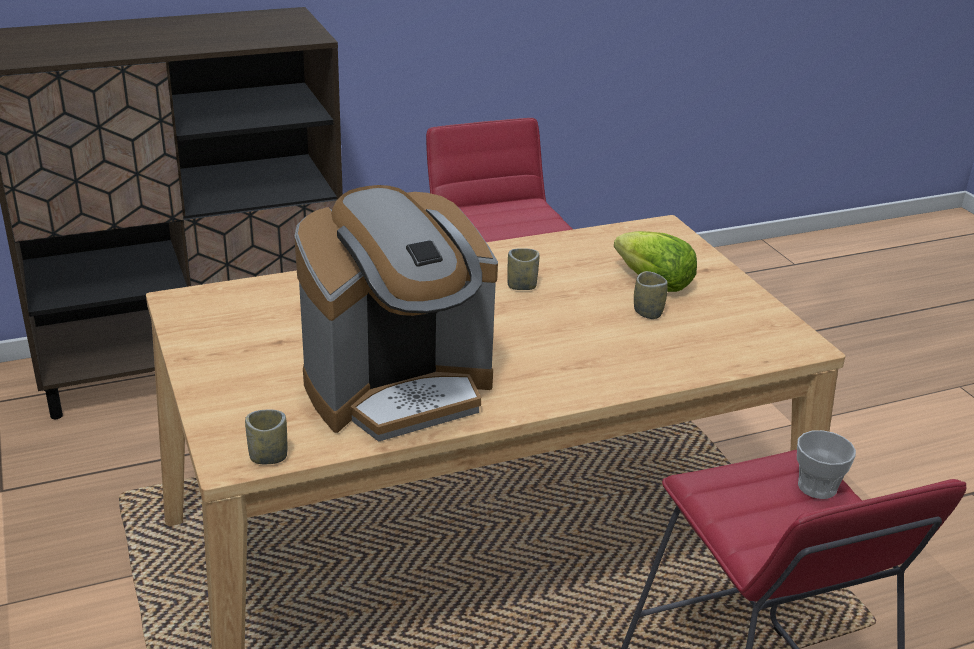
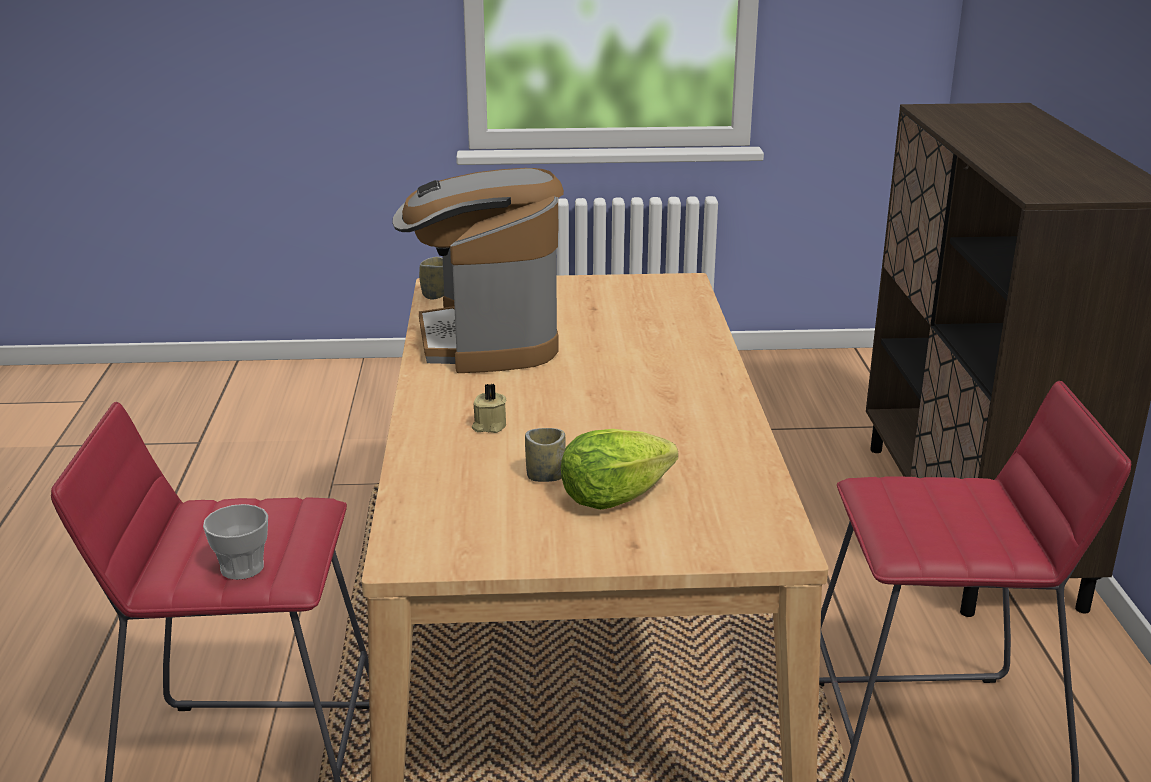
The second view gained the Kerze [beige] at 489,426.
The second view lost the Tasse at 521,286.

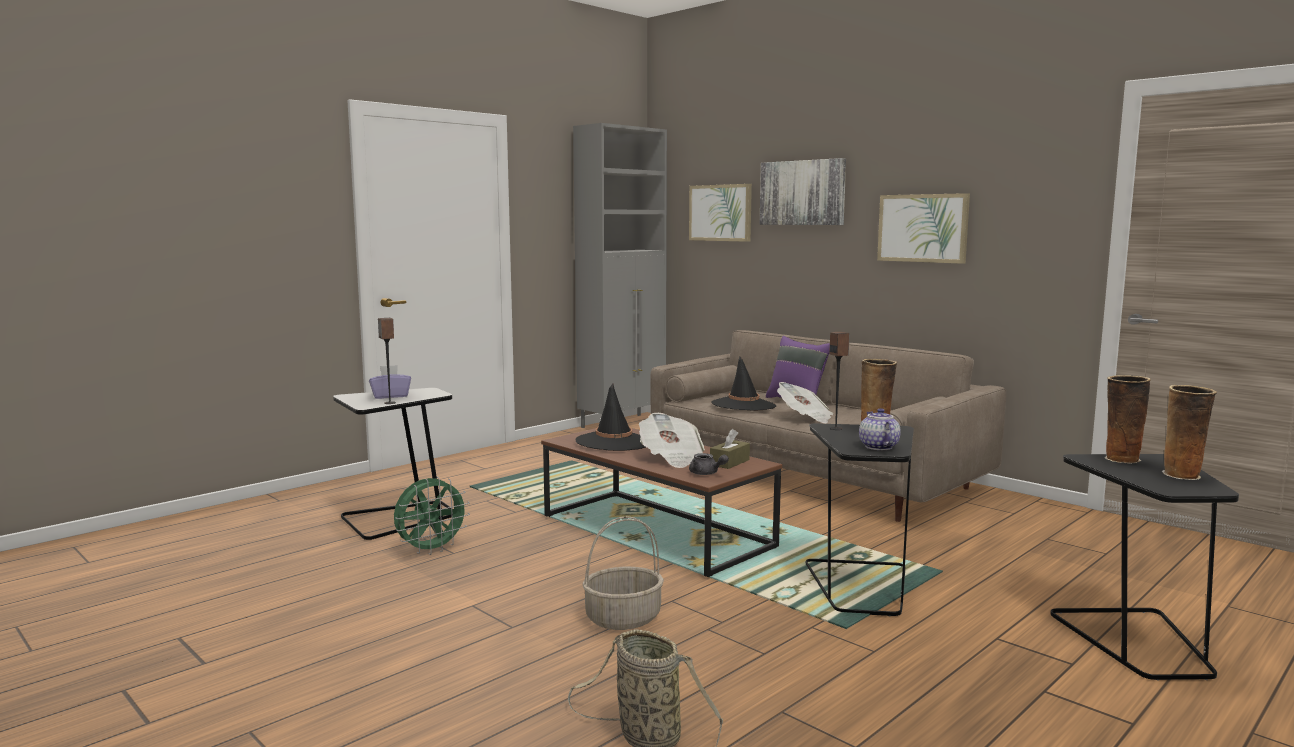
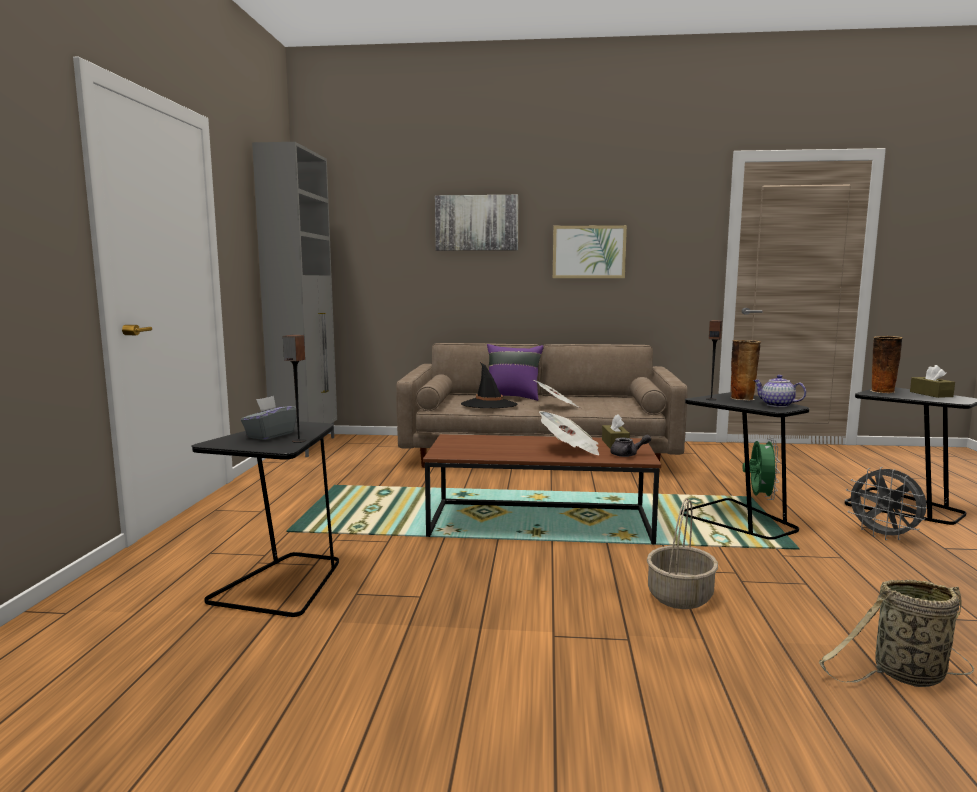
What was the Taschentuchbox [lila] at 390,396 turned into the Taschentuchbox [grau] at 270,435.
The Ventilator [grün] ended up elsewhere, having gone from 431,550 to 759,497.
The second view gained the Ventilator [grau] at 884,536.
Where the Vase stood at 1183,475, the Taschentuchbox [braun] came to stand at 931,394.
The second view lost the Hut [schwarz] at 614,442.
The second view lost the Bild at 720,213.

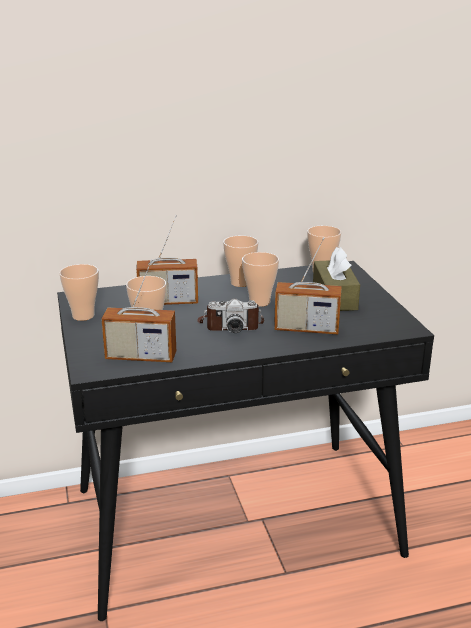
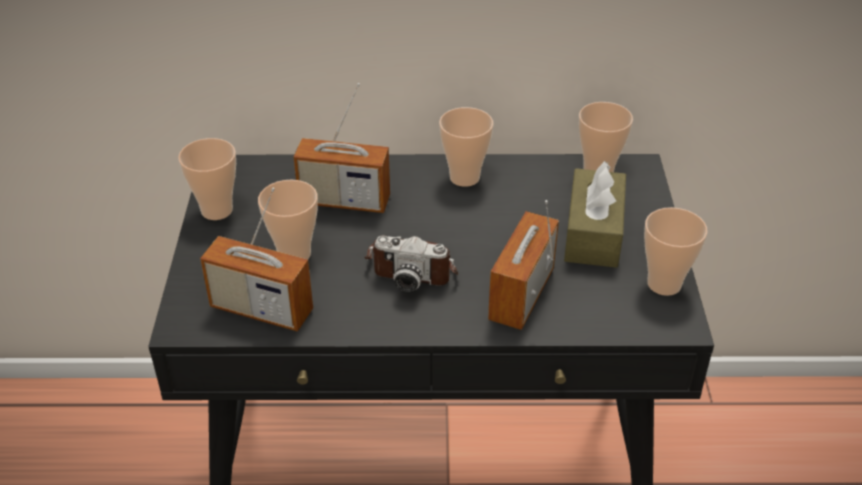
The Radio at 306,329 ended up facing another way, 90 degrees clockwise from before.
The Tasse ended up elsewhere, having gone from 259,302 to 664,284.

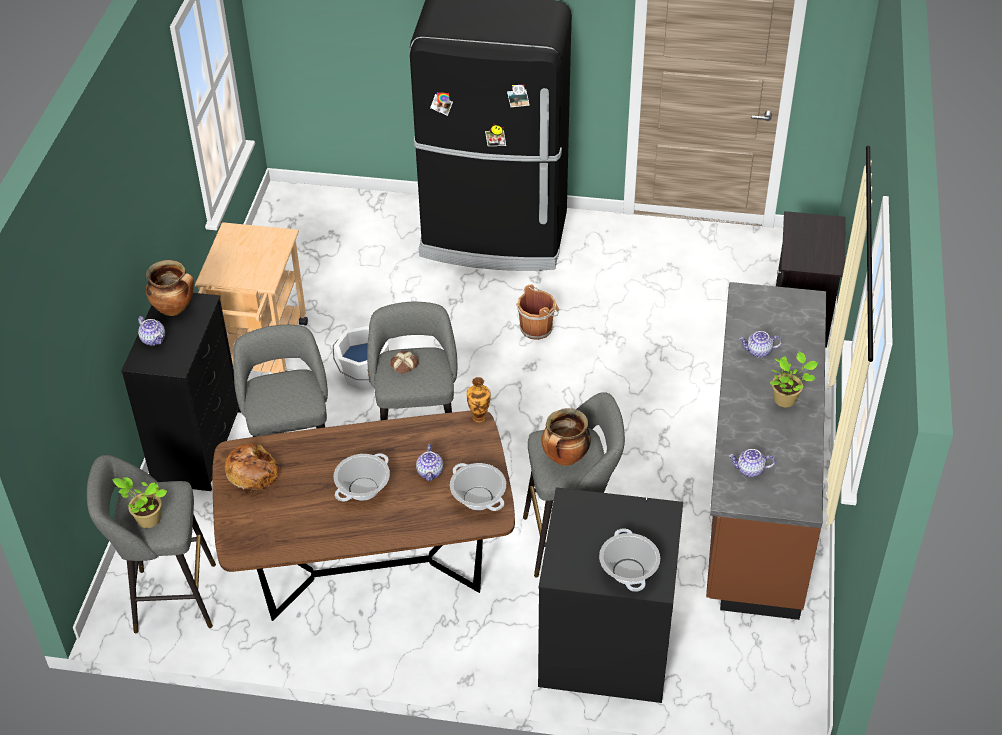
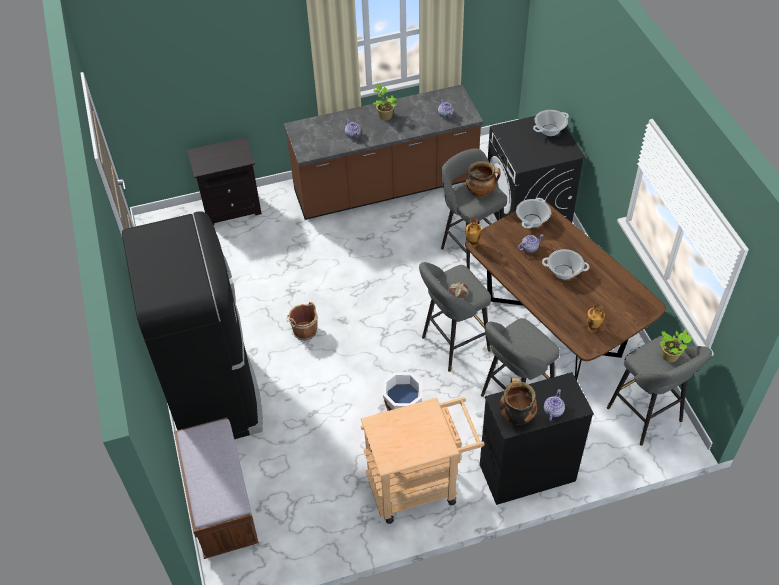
The second view gained the Bank [braun] at 221,504.
Where the Brot stood at 253,472, the Vase came to stand at 592,329.

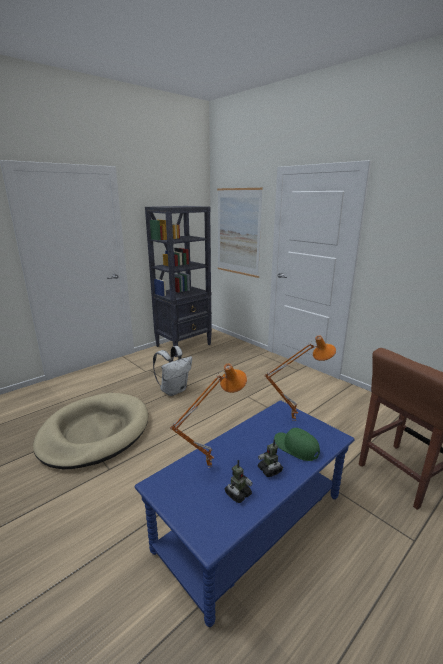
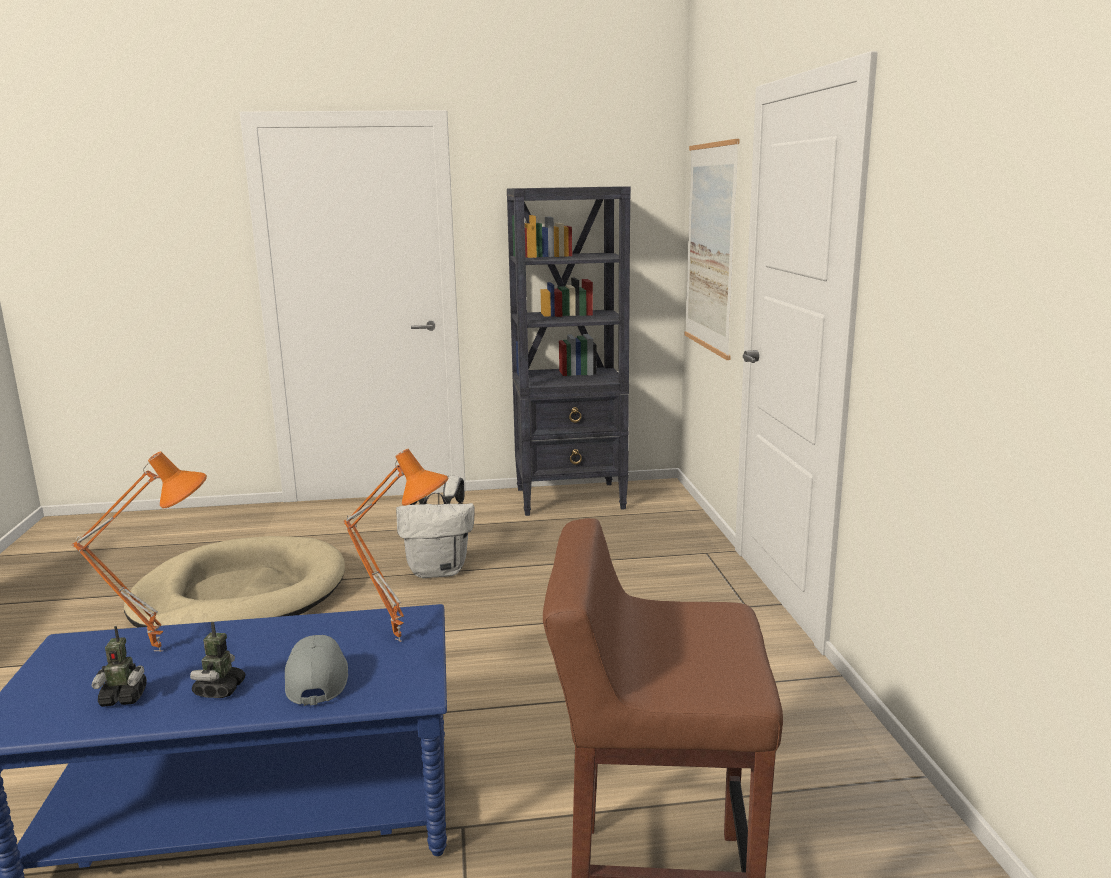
What was the Kappe [grün] at 296,447 turned into the Kappe [grau] at 317,678.

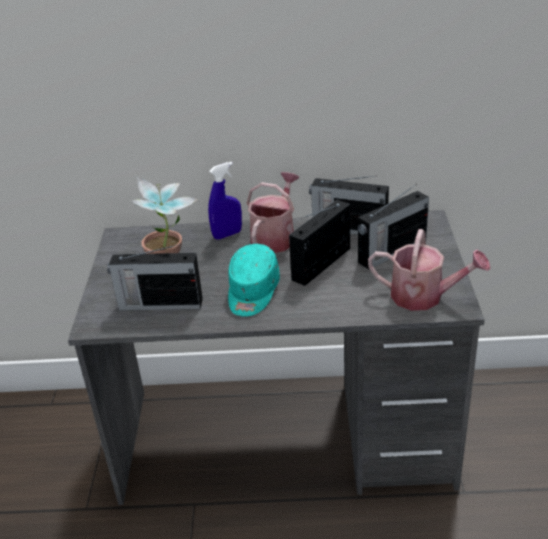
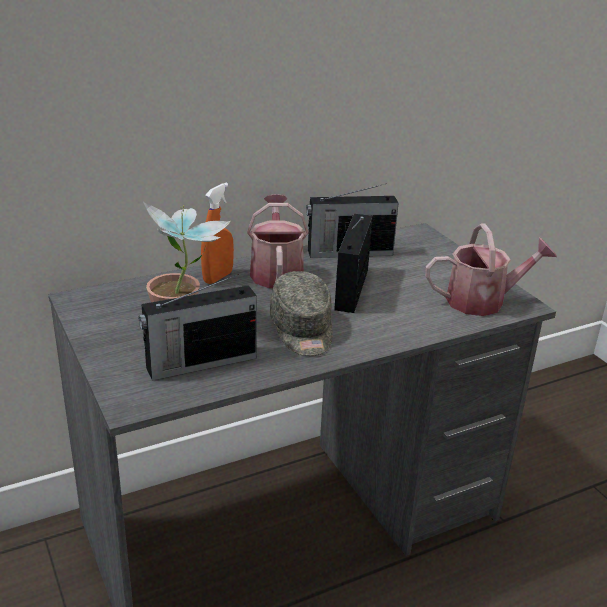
What was the Sprühflasche [blau] at 227,234 turned into the Sprühflasche [orange] at 218,277.
What was the Kappe [türkis] at 252,293 turned into the Kappe [grau] at 302,330.
The second view lost the Radio at 391,252.

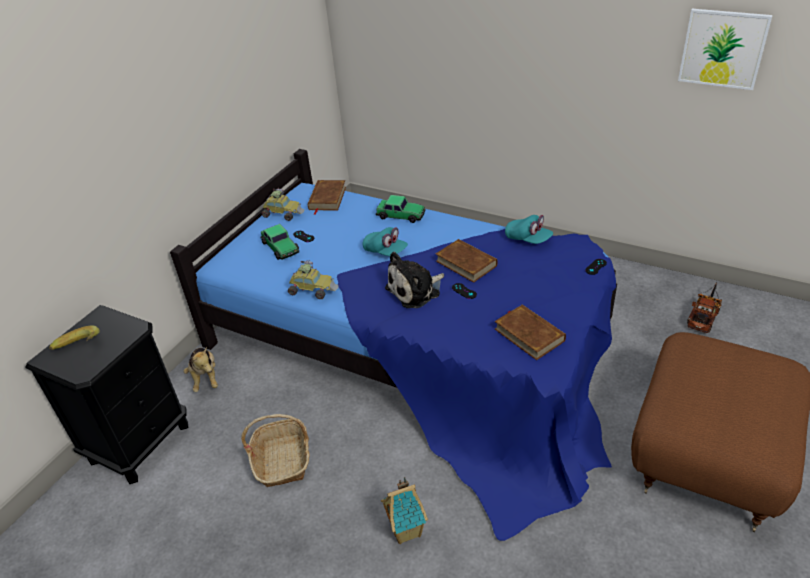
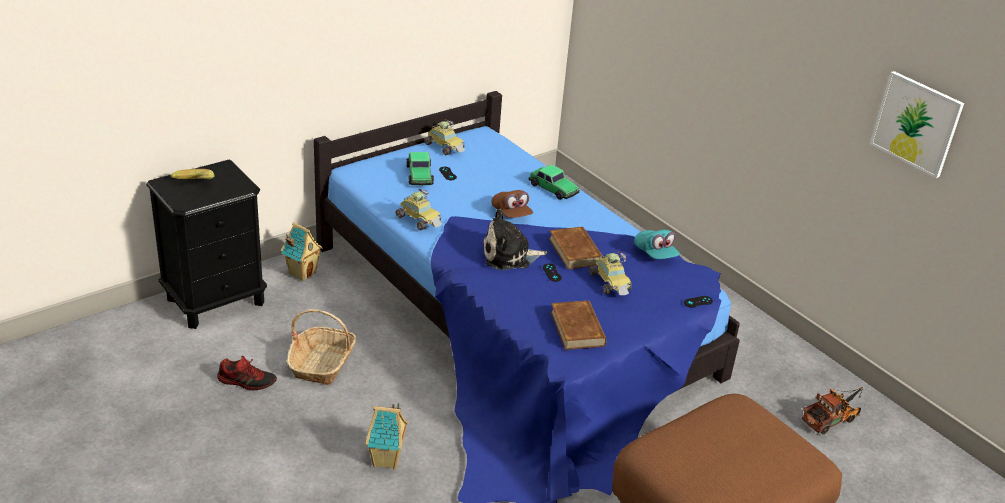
The second view gained the Schuh at 247,381.
Where the Plüschtier stood at 205,378, the Spielzeughaus came to stand at 302,273.
What was the Kappe [türkis] at 385,251 turned into the Kappe [braun] at 511,214.
The second view gained the Spielzeugauto at 611,282.
The second view lost the Buch [braun] at 327,198.

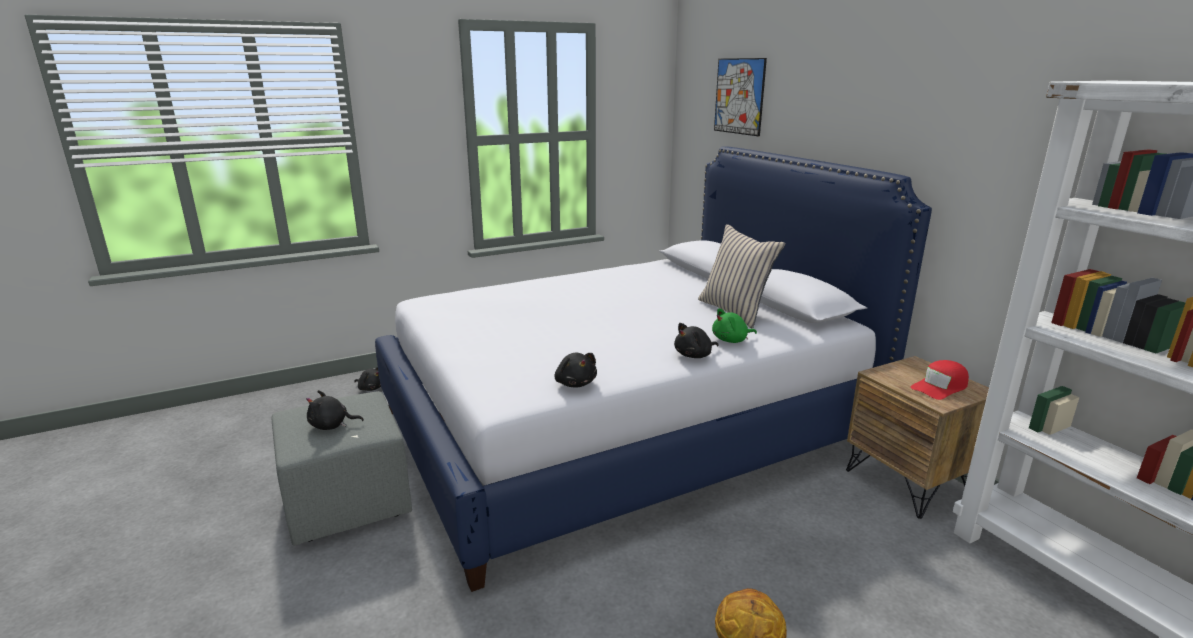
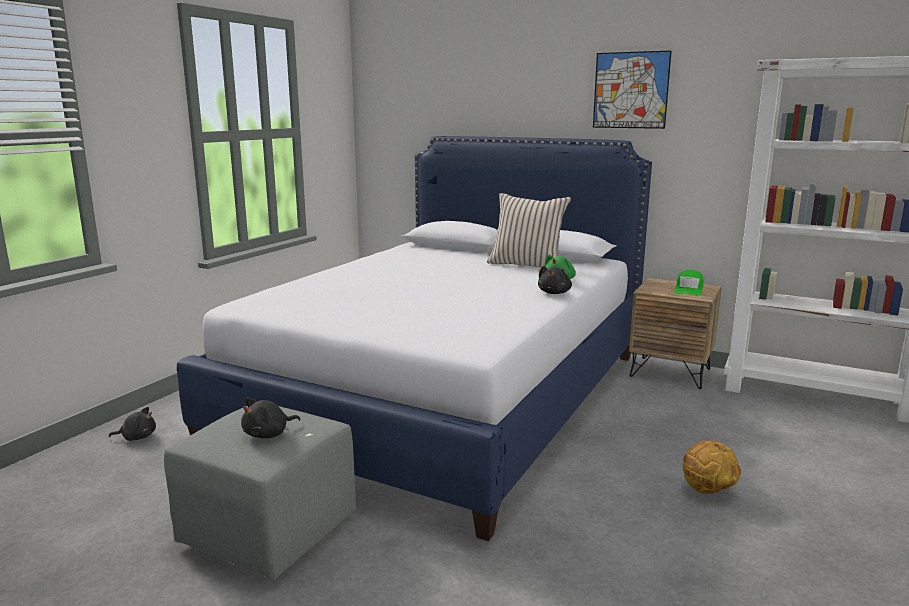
The Bild ended up elsewhere, having gone from 739,96 to 630,90.
What was the Kappe [rot] at 940,387 turned into the Kappe [grün] at 689,289.
The second view lost the Plüschtier [schwarz] at 575,383.

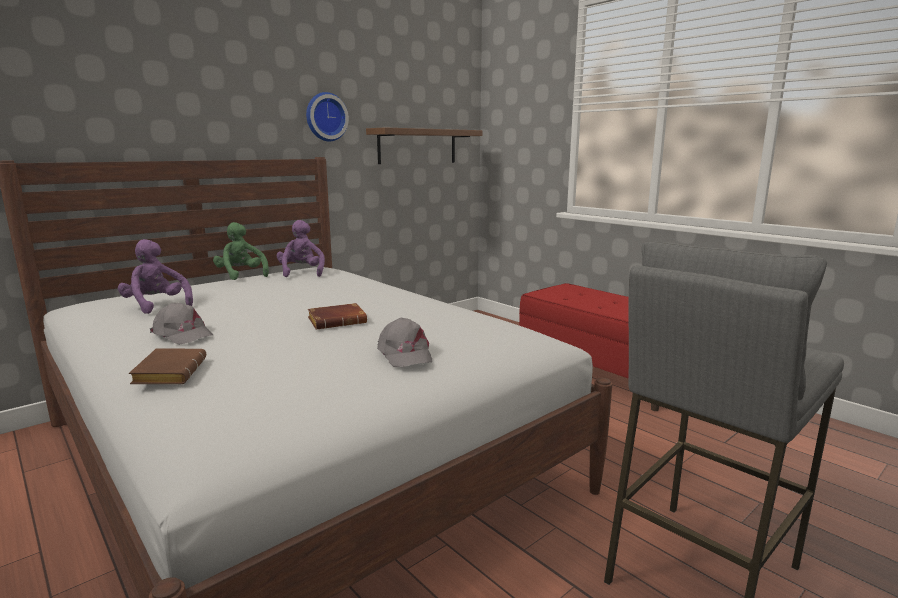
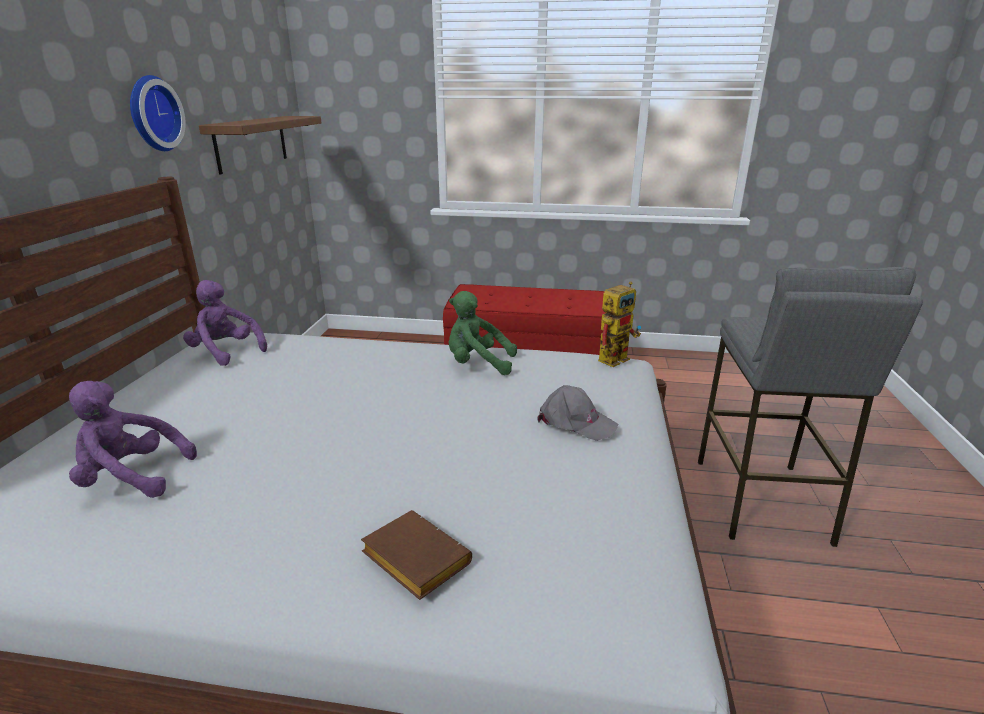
The Plüschtier [grün] ended up elsewhere, having gone from 241,275 to 477,364.
The second view gained the Spielzeugroboter at 615,357.
The second view lost the Kappe [grau] at 182,334.
The second view lost the Buch [braun] at 338,321.

